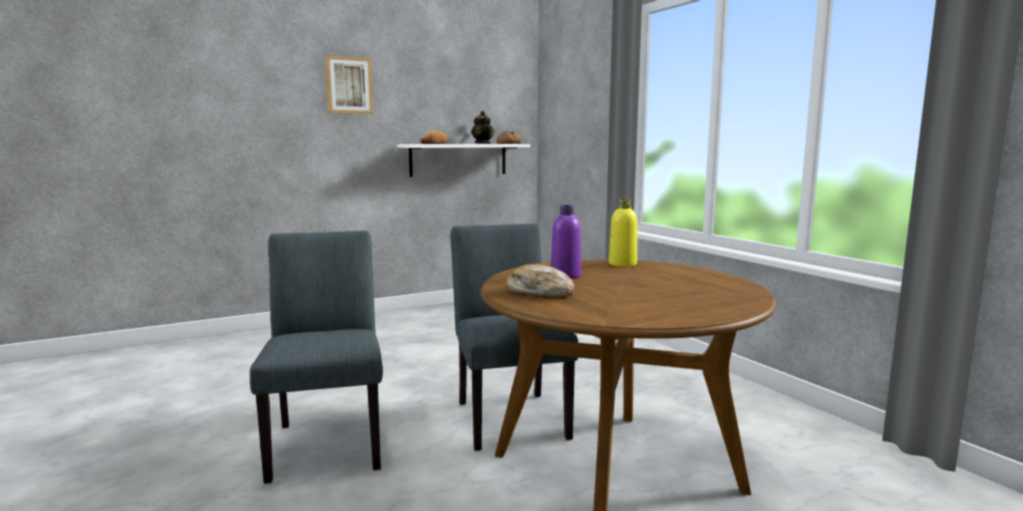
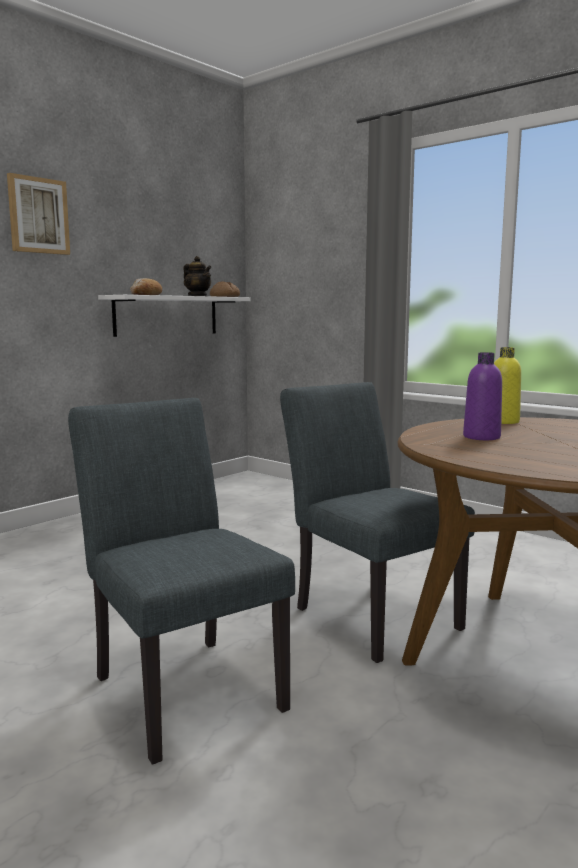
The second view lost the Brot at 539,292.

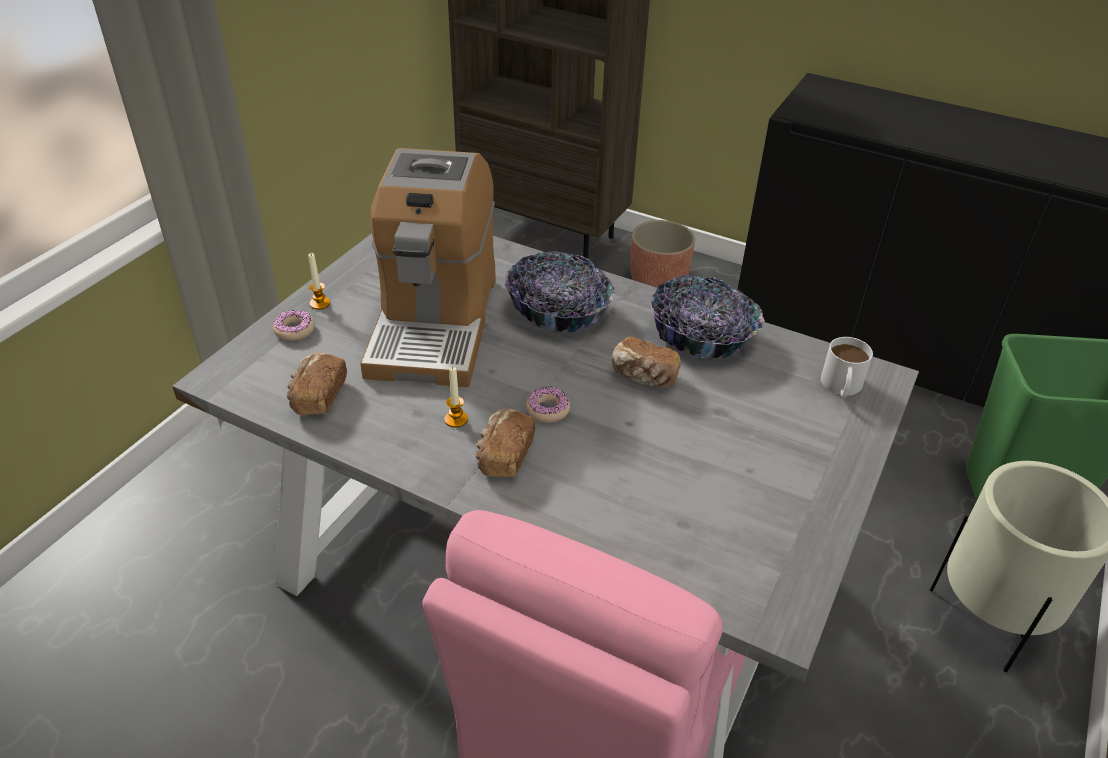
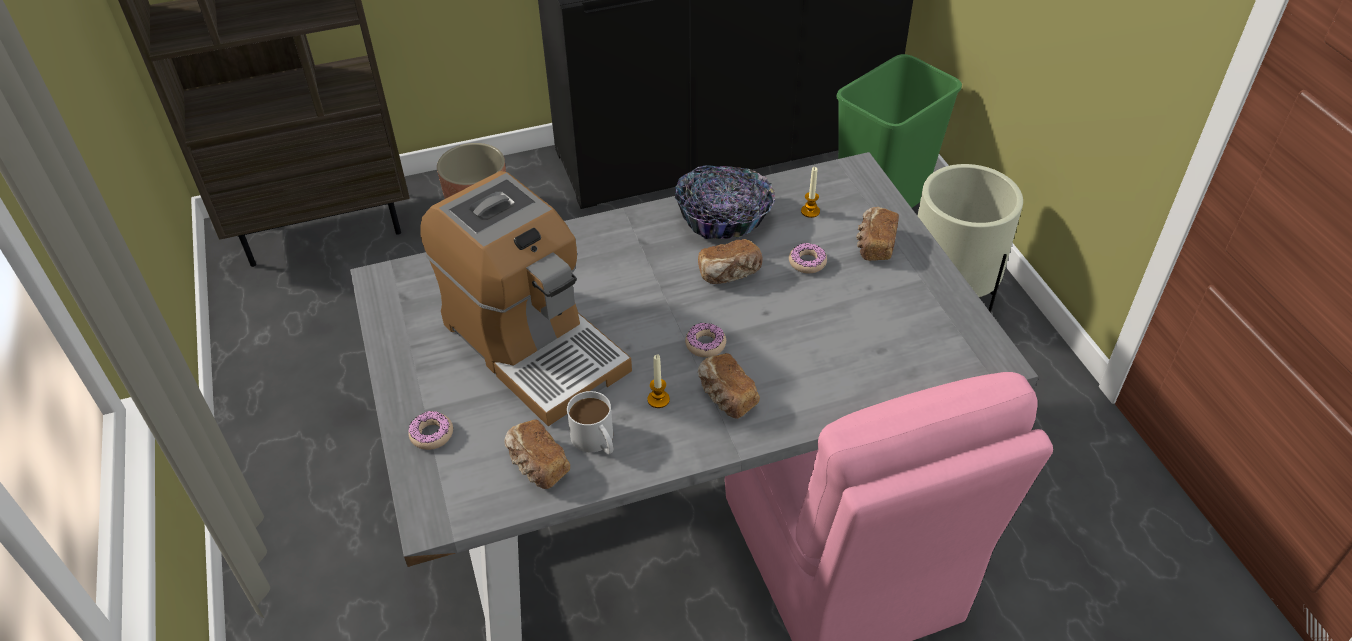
The Henkelbecher [weiß] ended up elsewhere, having gone from 841,387 to 596,441.
The second view gained the Donut at 807,262.
The Kerze ended up elsewhere, having gone from 320,303 to 810,211.
The second view gained the Brot at 874,245.
The second view lost the Schüssel at 558,311.

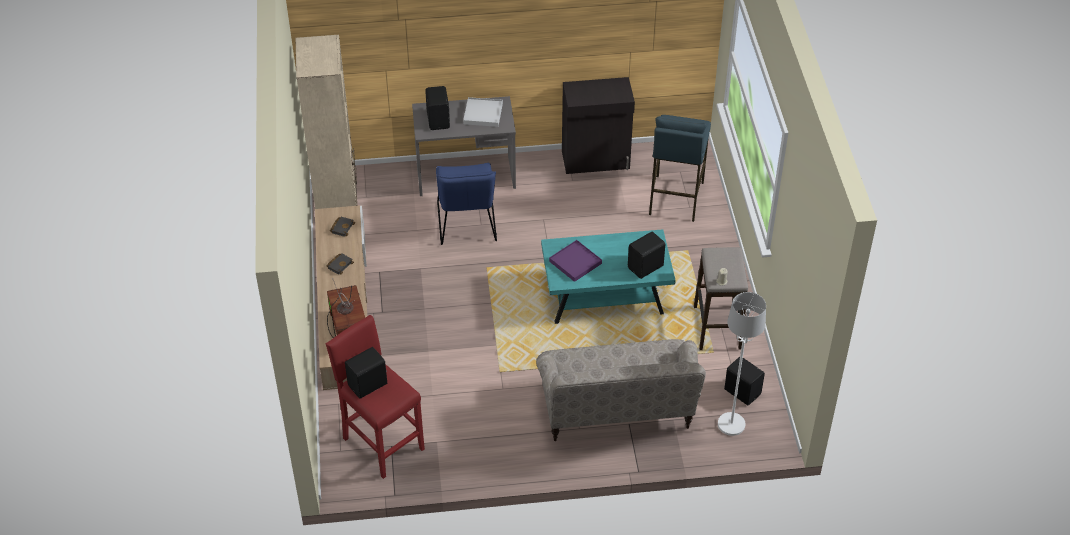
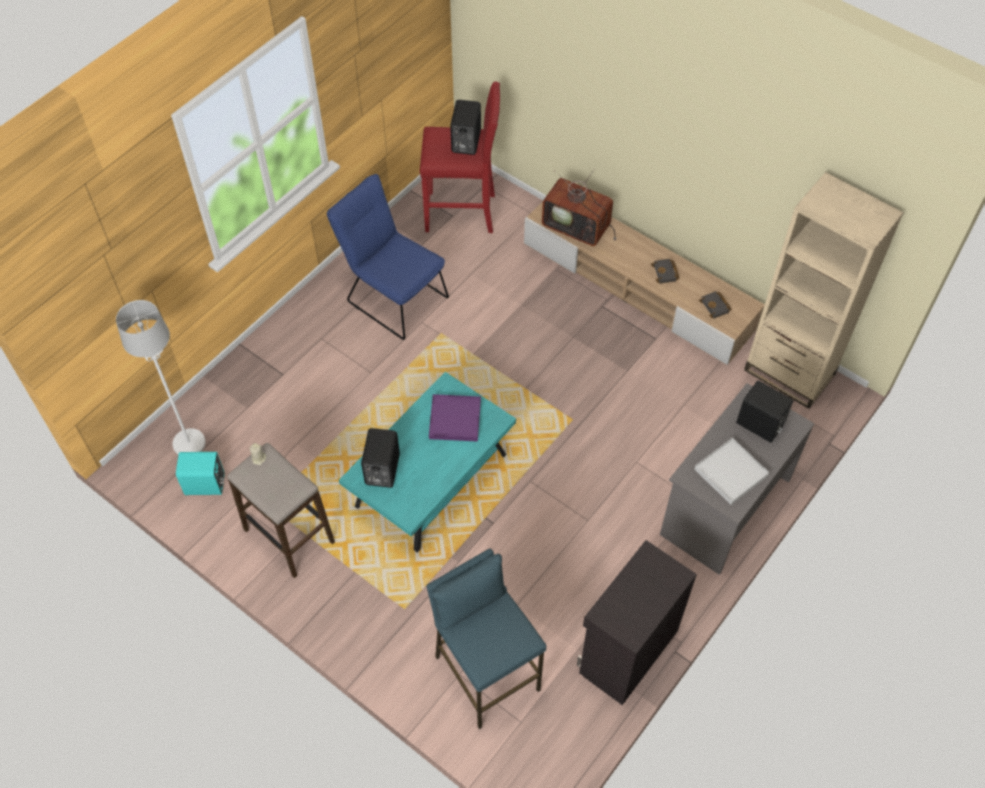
What was the Lautsprecher [schwarz] at 742,391 turned into the Lautsprecher [türkis] at 205,485.
The Stuhl [blau] ended up elsewhere, having gone from 467,226 to 392,296.
The second view lost the Sofa [beige] at 617,411.

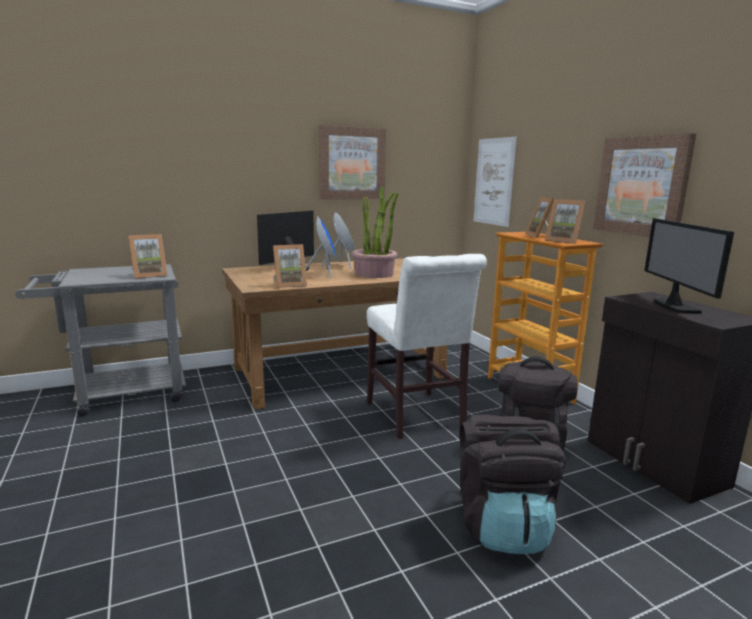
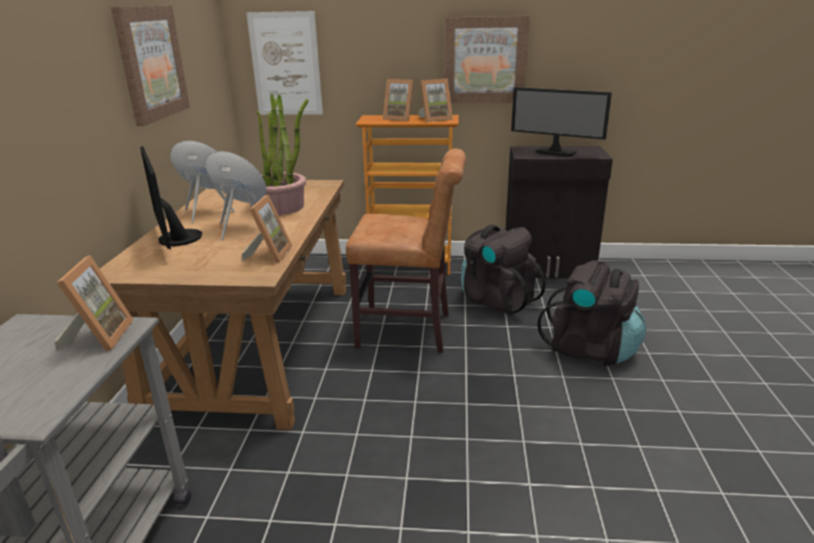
What was the Stuhl [weiß] at 417,417 turned into the Stuhl [braun] at 410,331.

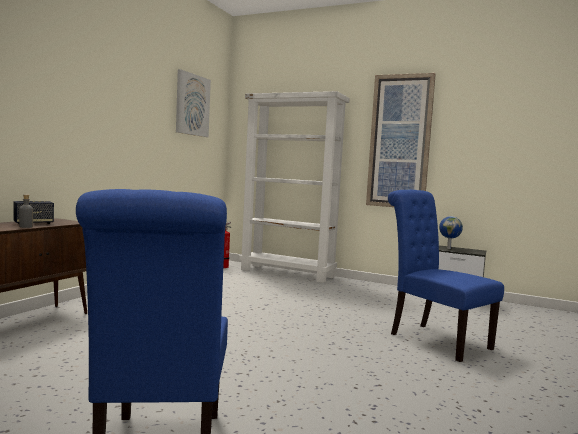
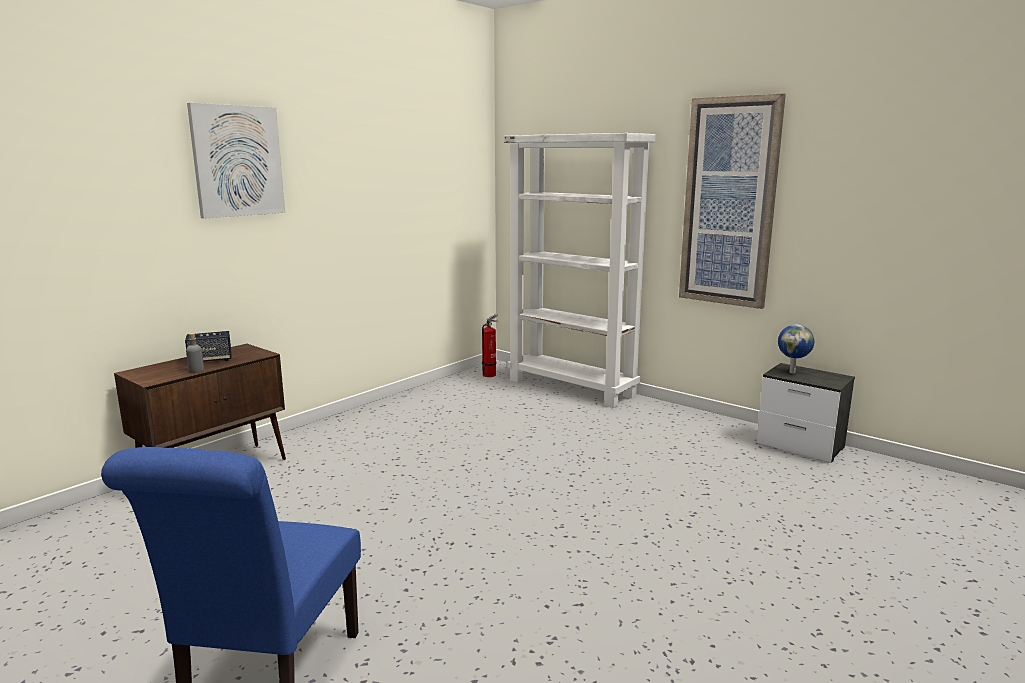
The Bild ended up elsewhere, having gone from 192,105 to 237,161.
The second view lost the Stuhl [blau] at 434,339.

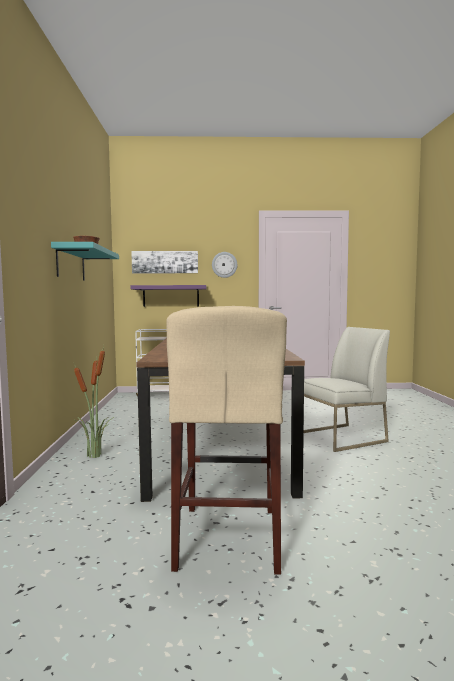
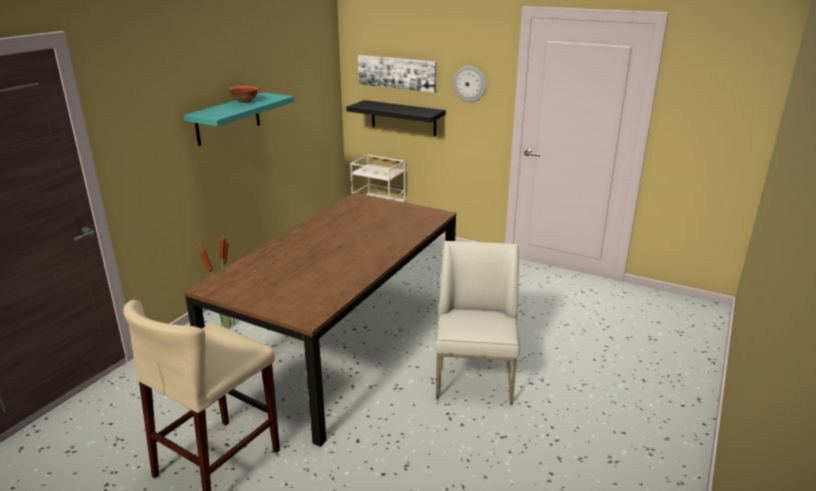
What was the Wandregal [lila] at 171,296 turned into the Wandregal [schwarz] at 403,118.
The Stuhl [weiß] at 341,438 ended up facing another way, 90 degrees counterclockwise from before.

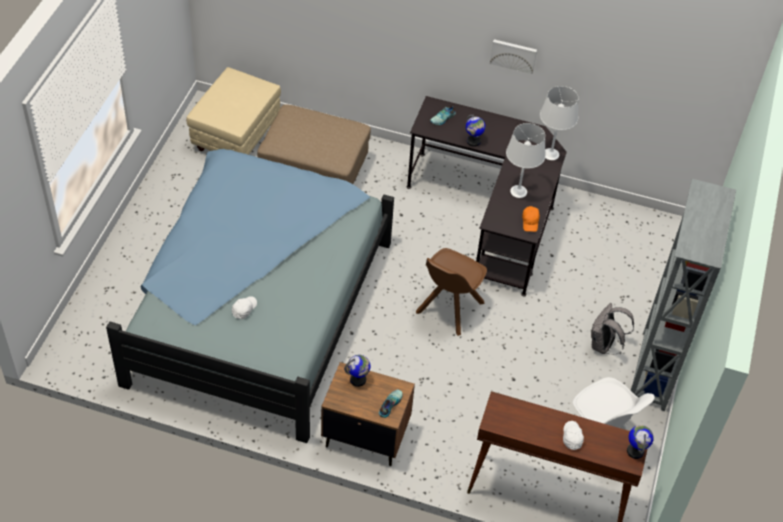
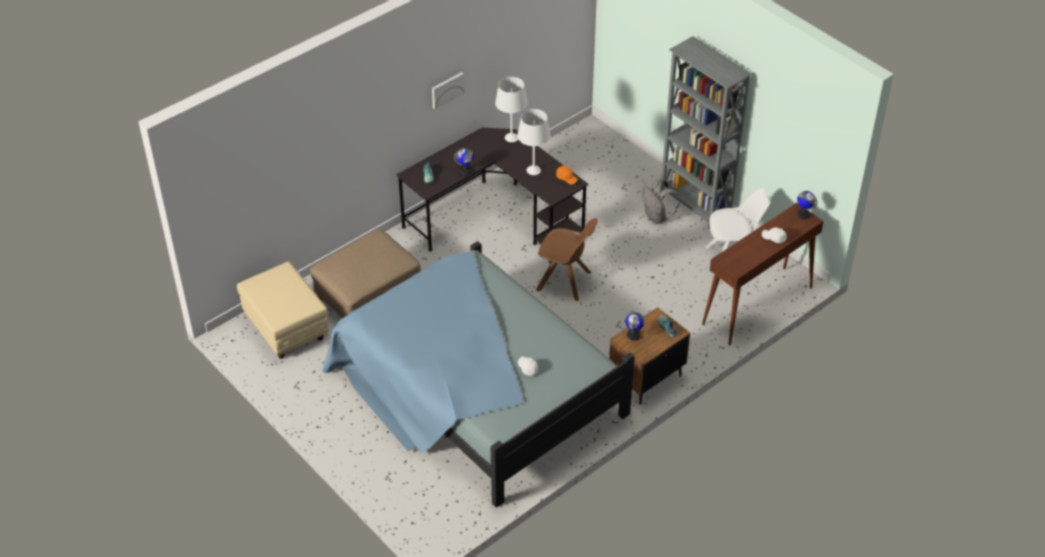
The Stuhl [braun] at 448,309 ended up facing another way, 45 degrees counterclockwise from before.

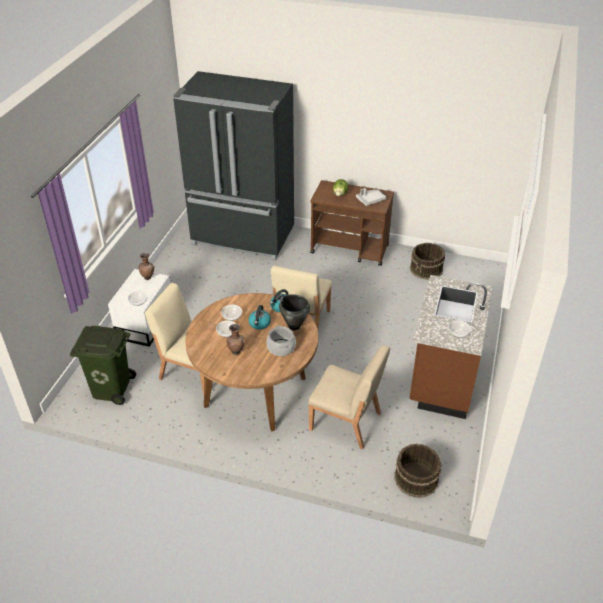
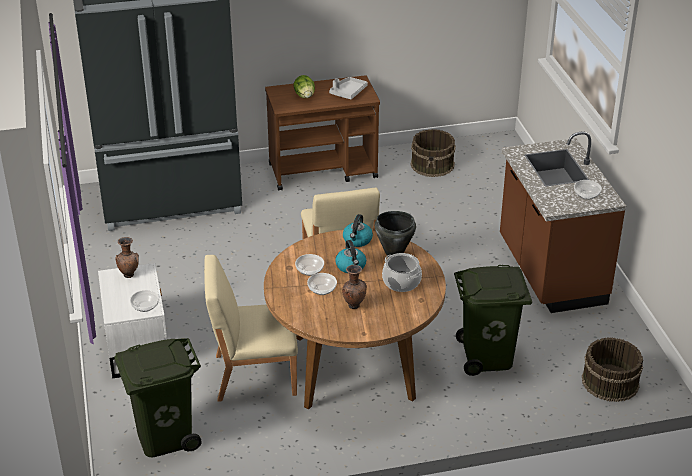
Where the Stuhl [beige] stood at 346,422, the Mülleimer [grün] came to stand at 487,357.

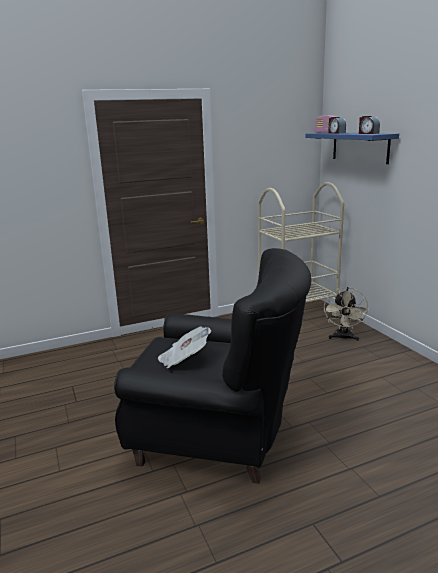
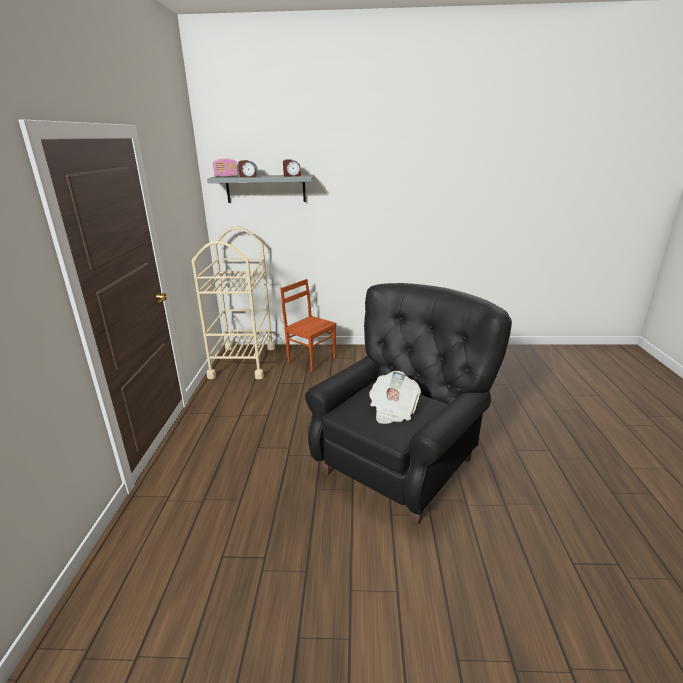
What was the Wandregal [blau] at 360,147 turned into the Wandregal [grau] at 265,189.
Where the Ventilator [beige] stood at 343,338, the Stuhl [braun] came to stand at 311,360.

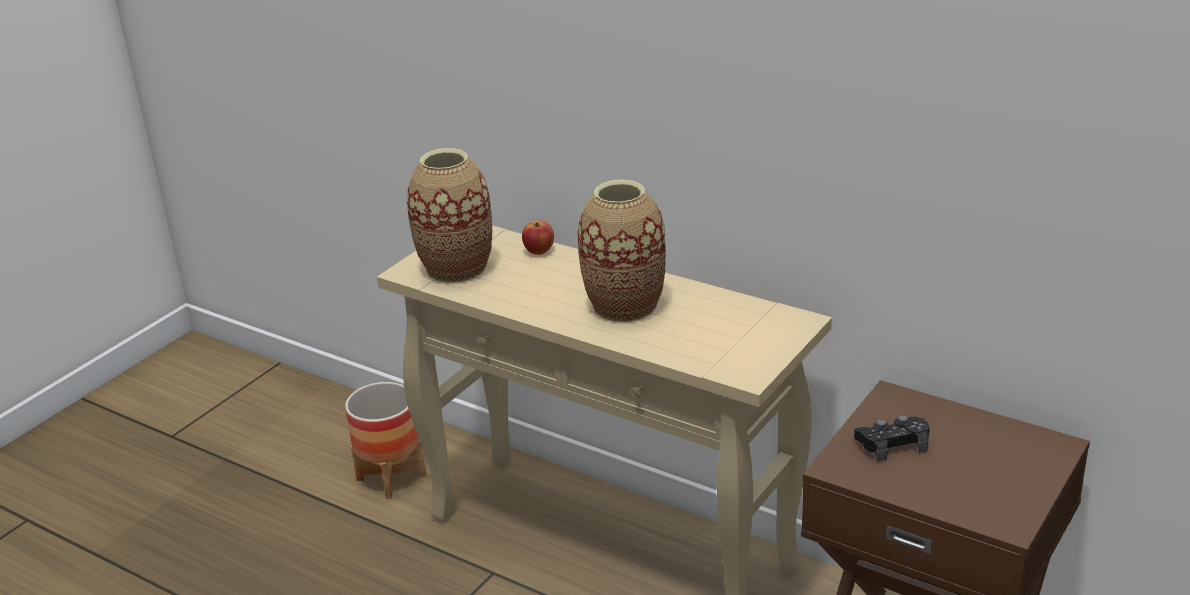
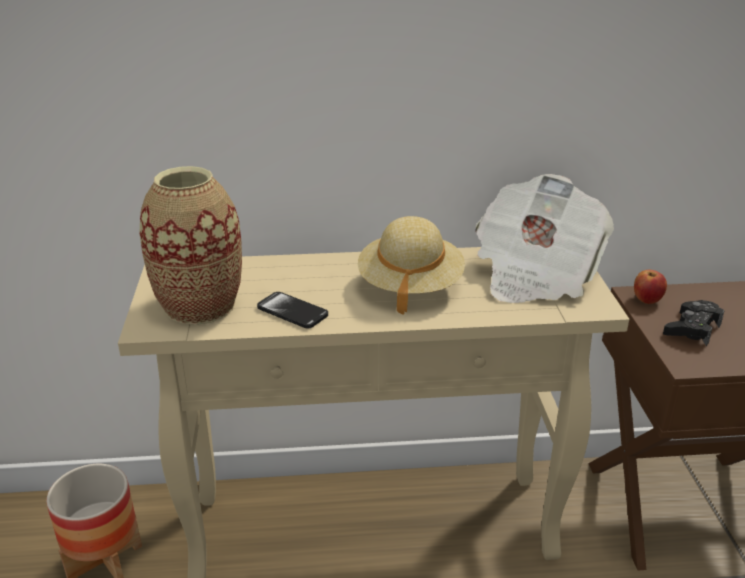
The second view gained the Handy at 292,311.
Where the Vase stood at 624,305, the Hut [beige] came to stand at 410,286.
The second view gained the Zeitung at 535,273.
The Apfel ended up elsewhere, having gone from 539,251 to 647,300.

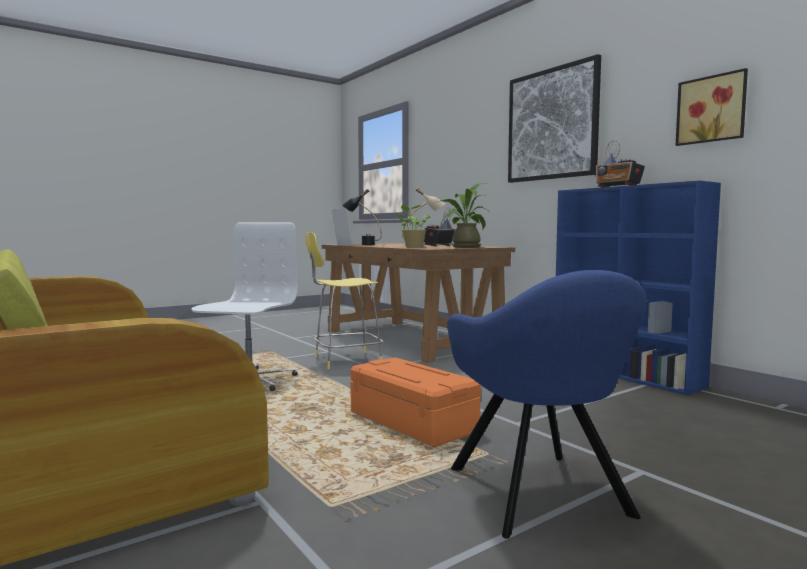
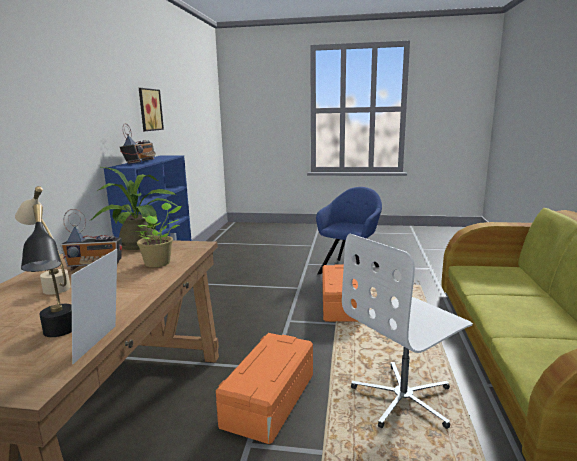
Where the Hocker [gelb] stood at 345,360, the Aufbewahrungsbox [orange] came to stand at 270,401.
The second view lost the Bild at 552,124.

